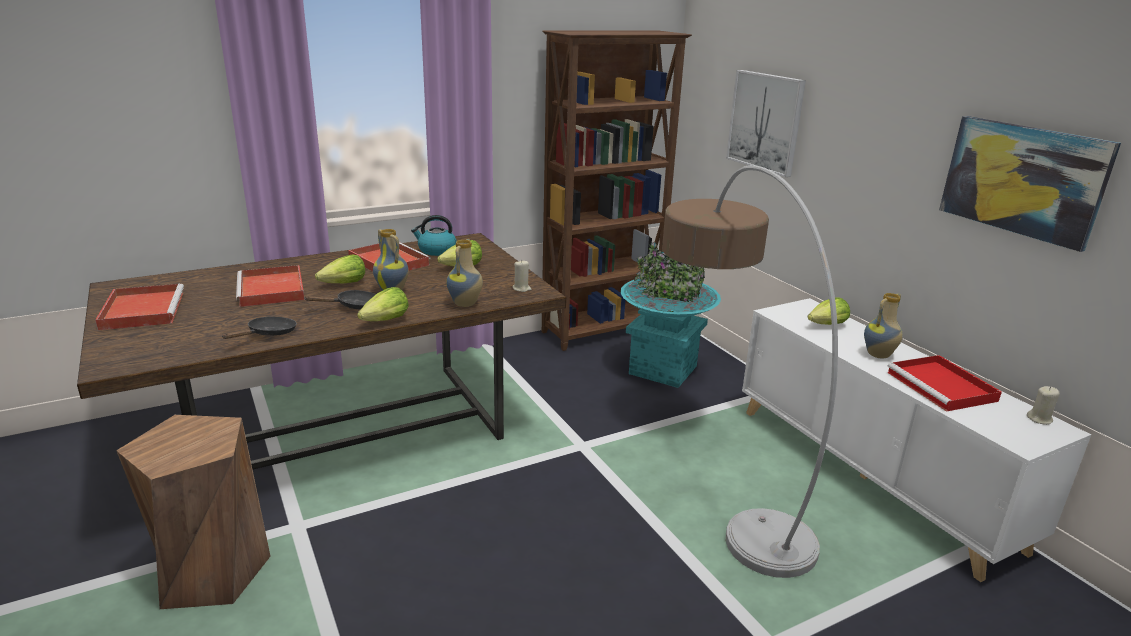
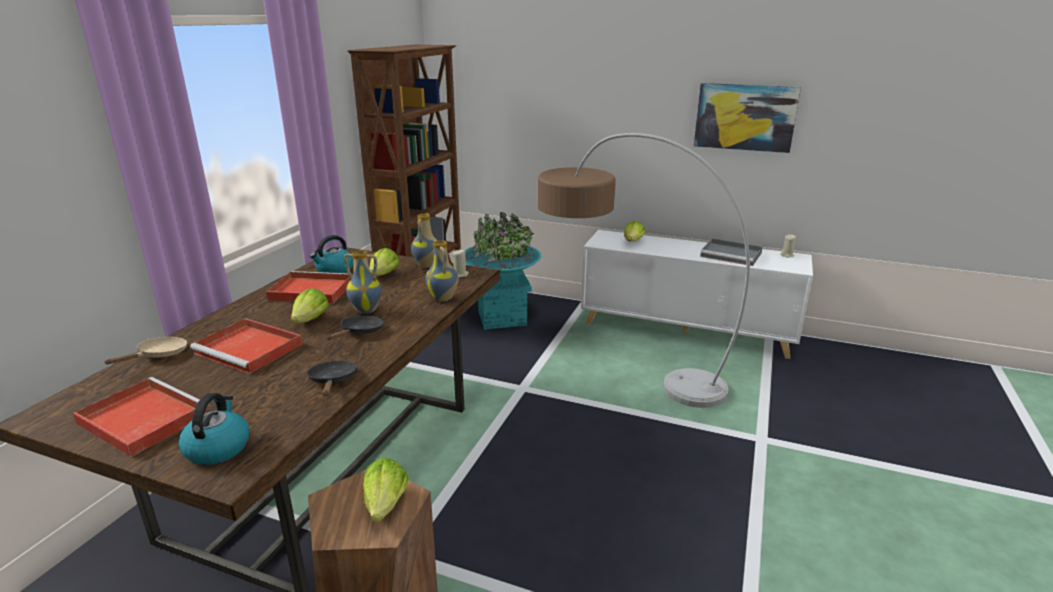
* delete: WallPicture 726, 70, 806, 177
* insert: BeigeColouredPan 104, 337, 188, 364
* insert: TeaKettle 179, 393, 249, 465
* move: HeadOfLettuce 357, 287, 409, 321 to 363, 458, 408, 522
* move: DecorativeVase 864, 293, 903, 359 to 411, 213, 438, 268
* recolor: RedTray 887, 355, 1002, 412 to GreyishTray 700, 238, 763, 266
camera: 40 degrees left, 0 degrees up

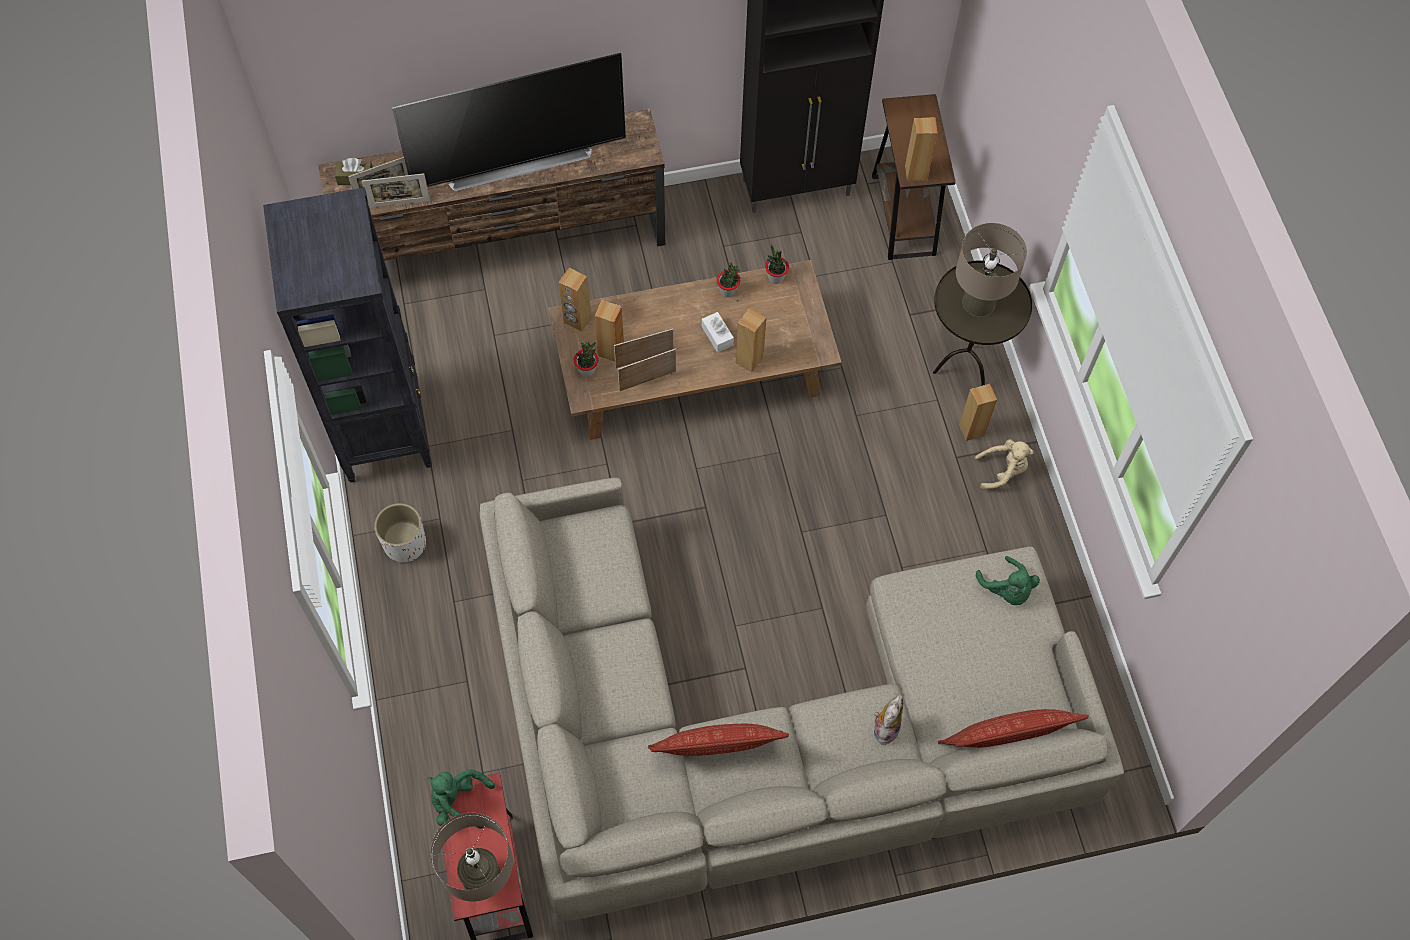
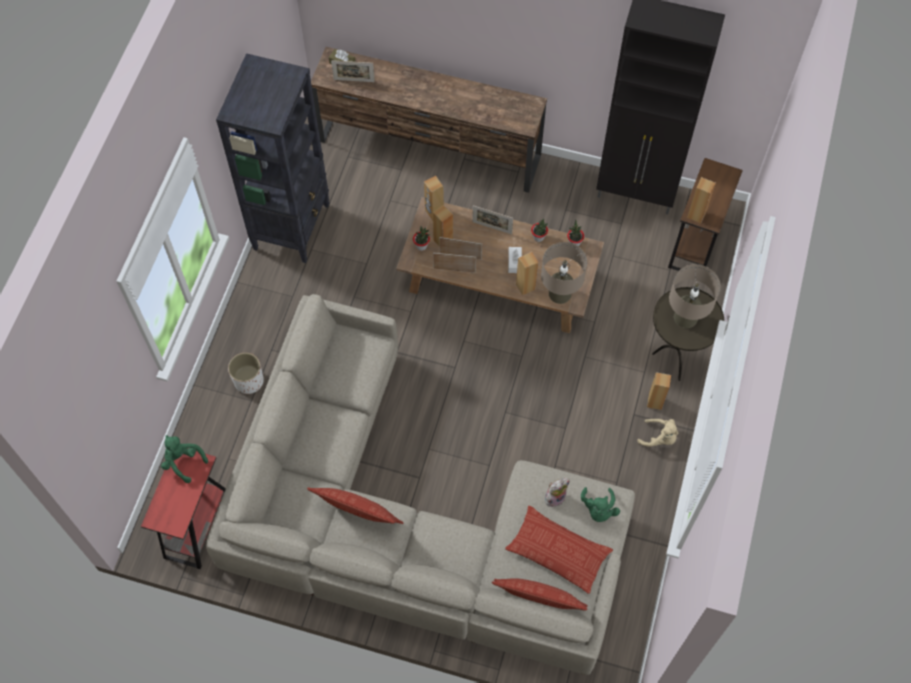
* delete: Television 392, 53, 626, 191
* insert: ThrowPillow 505, 506, 613, 594
* move: PictureFrame 362, 173, 430, 208 to 472, 206, 513, 234
* move: WhiteColouredFlowerPot 374, 503, 426, 563 to 228, 353, 264, 394
* move: BeigeColouredLampForATable 430, 813, 513, 902 to 541, 242, 587, 304
* move: SoftToy 874, 695, 903, 745 to 545, 478, 570, 507
camera: 30 degrees right, 0 degrees up

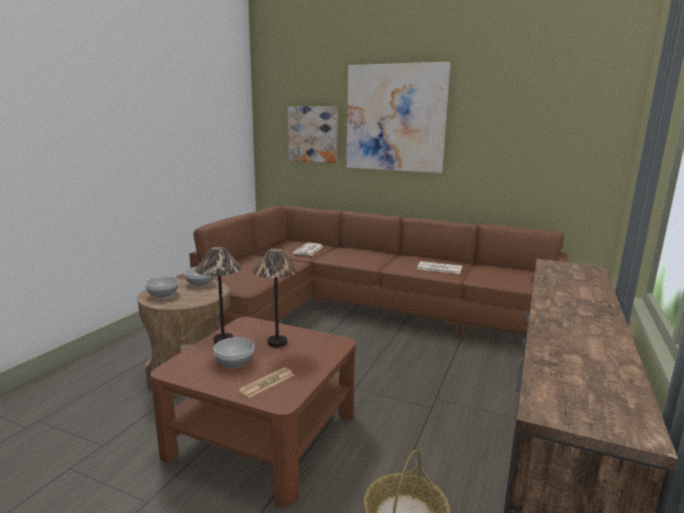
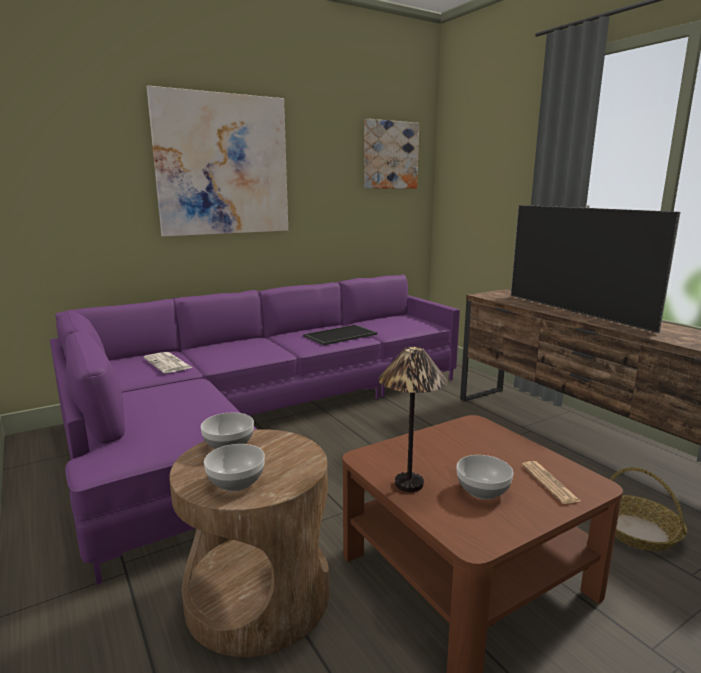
* delete: LampForATable 252, 248, 299, 347
* insert: Television 511, 205, 680, 333
* move: WallPicture 288, 106, 338, 163 to 364, 119, 419, 189
* replace: PrintedPaper 417, 261, 462, 274 to Tray 303, 325, 377, 345
* recolor: BrownColouredCouch 175, 206, 568, 336 to PurplishCouch 50, 274, 460, 585
camera: 55 degrees left, 0 degrees up

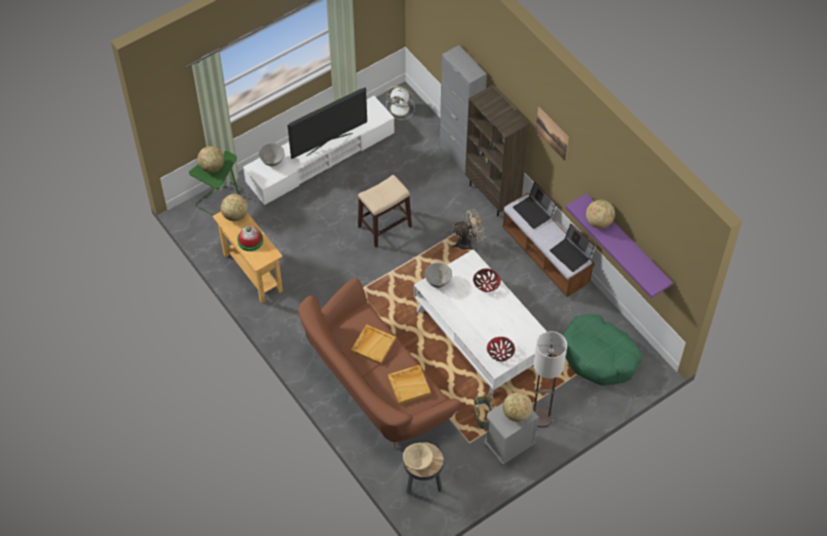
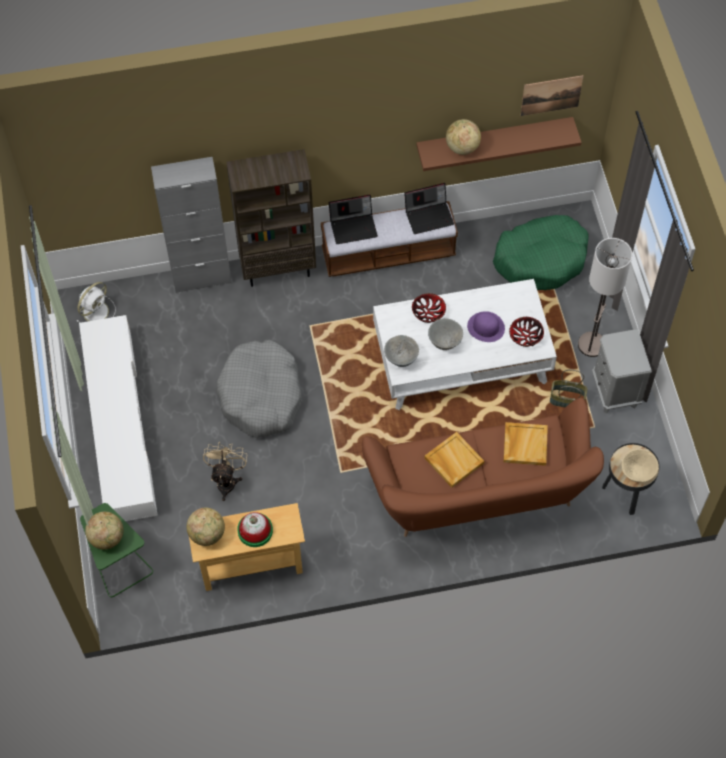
* delete: Television 287, 87, 367, 159
* delete: DeskGlobe 503, 392, 533, 422
* insert: PurplishHat 467, 311, 505, 342
* move: GreyishDeepDish 259, 143, 284, 166 to 428, 318, 463, 350
* move: BeigeColouredCoolingFan 452, 209, 485, 250 to 203, 443, 247, 501
* move: WallPicture 536, 107, 569, 161 to 521, 75, 583, 116
* replace: Stool 358, 175, 412, 247 to GreyishDogCushion 216, 340, 302, 438
* recolor: PurplishWallShelf 566, 193, 673, 298 to BrownColouredWallShelf 416, 117, 582, 171
camera: 65 degrees left, 5 degrees up

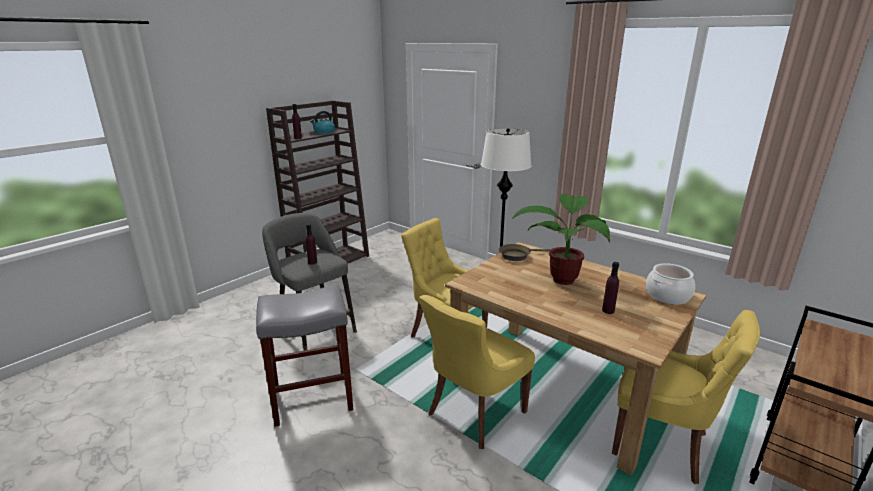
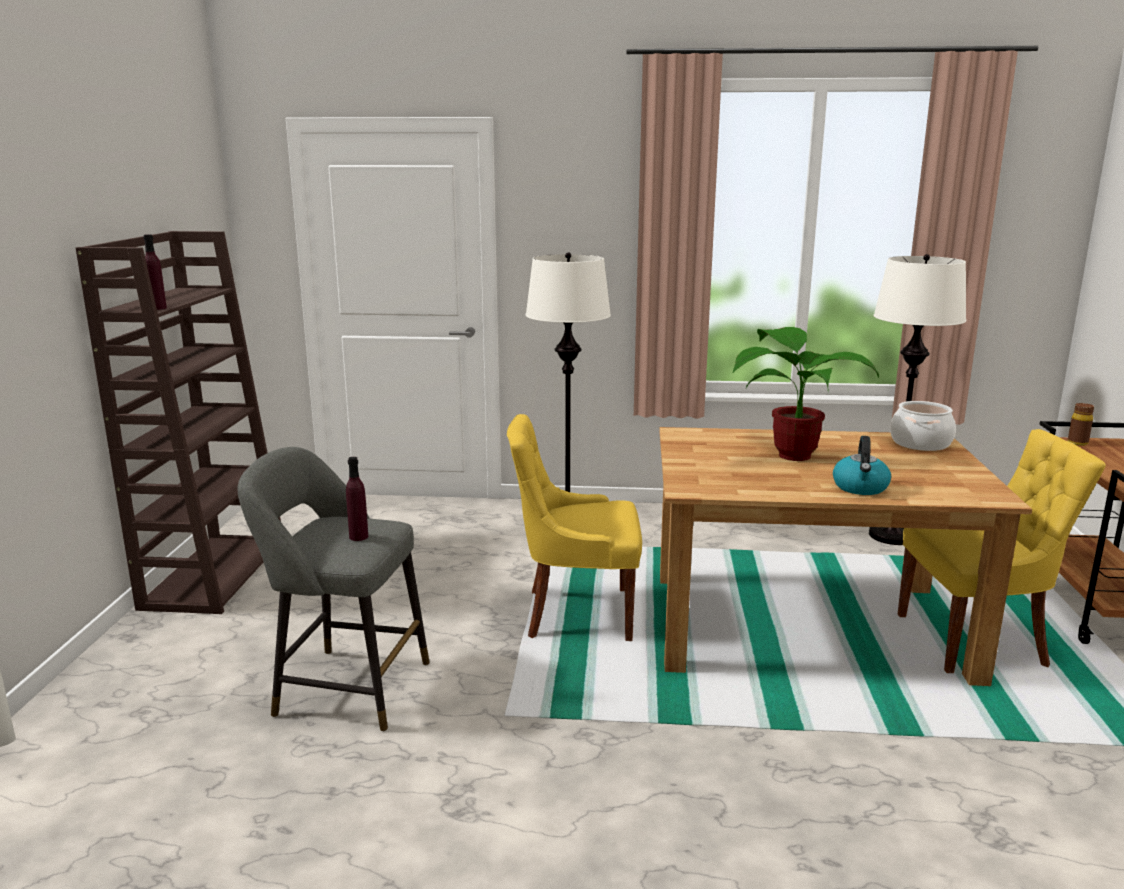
* delete: GreyishStool 256, 285, 353, 427
* delete: YellowColouredChair 419, 295, 535, 449
* delete: BrownColouredPan 499, 244, 551, 261
* delete: PurplishBottle 602, 262, 619, 314
* insert: WhiteColouredFloorLamp 869, 254, 966, 545
* insert: BrownColouredBottle 1068, 403, 1094, 446
* move: TeaKettle 310, 111, 335, 134 to 833, 436, 891, 495
camera: 35 degrees left, 5 degrees down

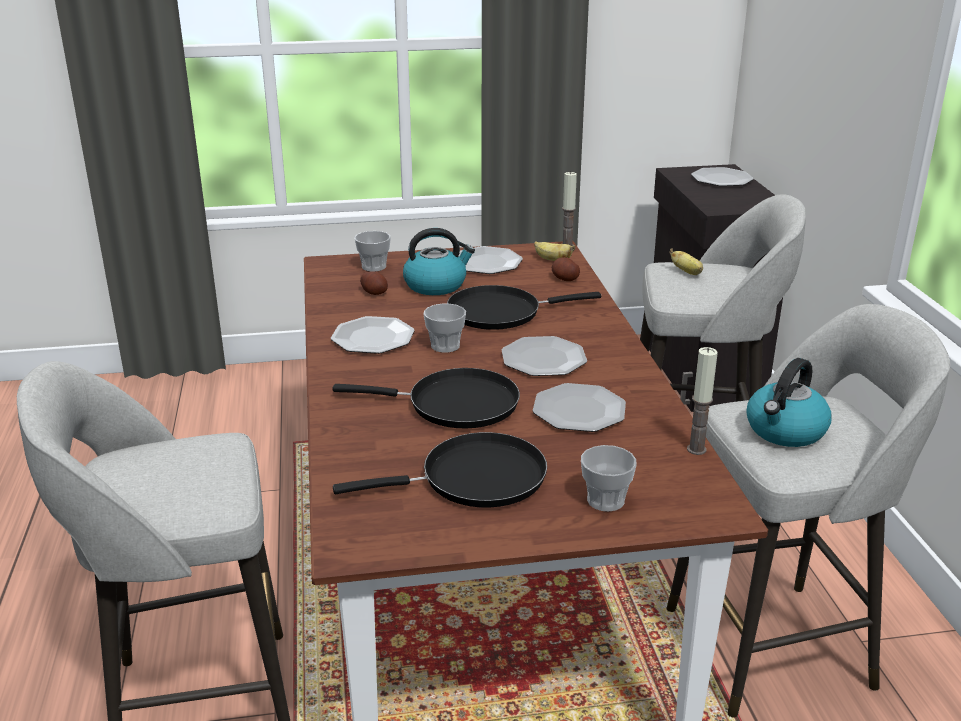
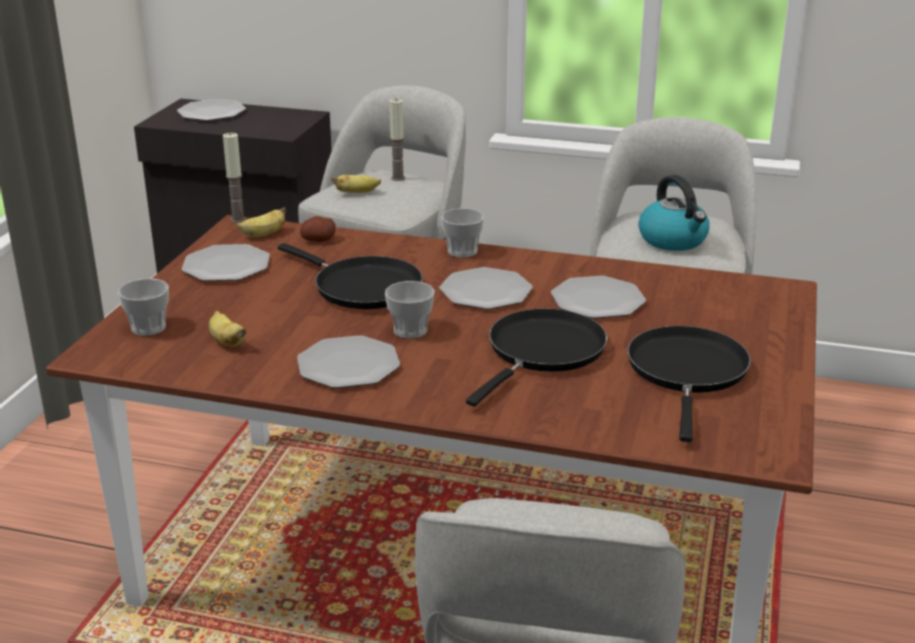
* delete: TeaKettle 403, 228, 475, 295
* move: SmallCup 581, 445, 636, 511 to 441, 208, 485, 258
* move: WaxCandle 687, 347, 718, 455 to 390, 99, 405, 181
* replace: Spud 360, 271, 388, 295 to Banana 209, 311, 247, 347
* rotate: BlackColouredPan 447, 285, 601, 330 = 278, 243, 423, 309 60 degrees counterclockwise
camera: 65 degrees left, 0 degrees up

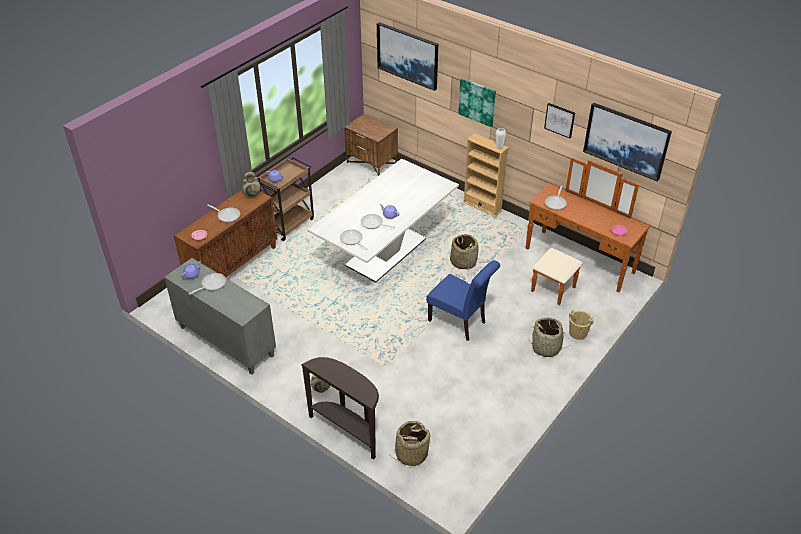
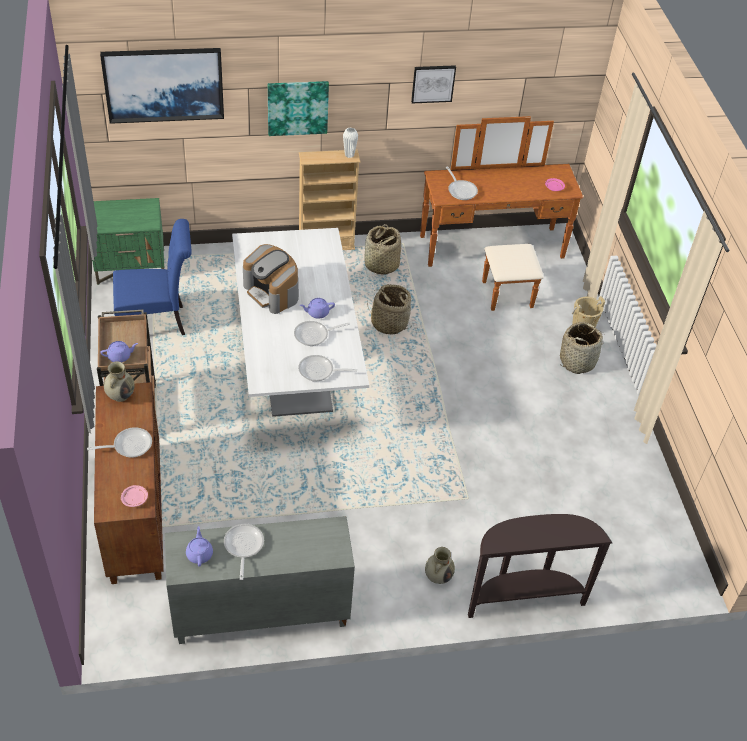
* delete: WallPicture 583, 103, 672, 181
* insert: CoffeeMachine 243, 244, 299, 314
* move: StorageBasket 389, 421, 430, 466 to 364, 224, 401, 275
* move: BlueChair 426, 260, 500, 341 to 113, 219, 192, 335
* recolor: BrownColouredBedsideTable 344, 114, 398, 176 to GreenBedsideTable 92, 198, 164, 285
camera: 50 degrees left, 5 degrees up

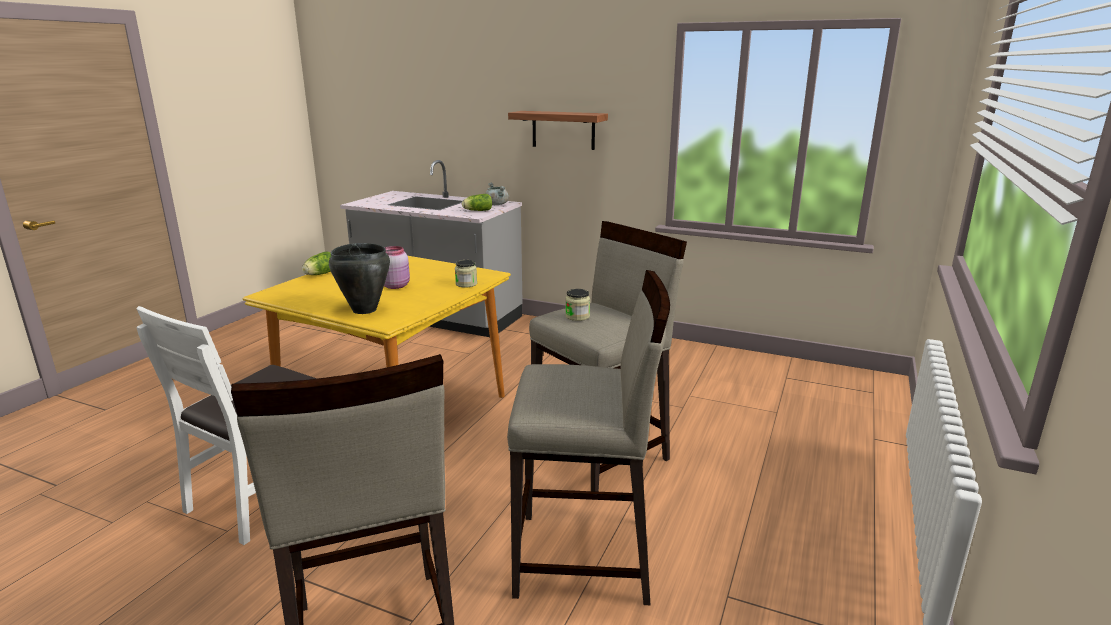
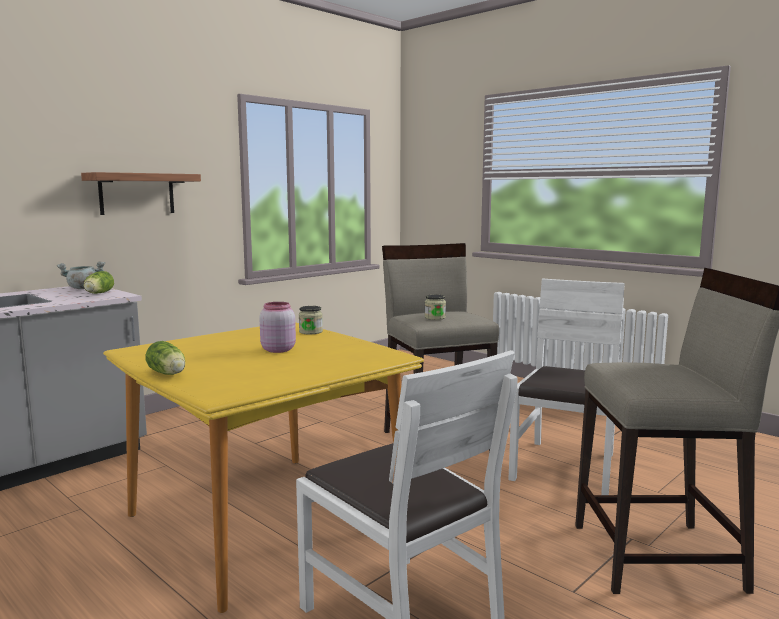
* delete: BlackColouredStockpot 329, 243, 390, 314
* replace: BeigeColouredStool 507, 270, 670, 605 to WhiteColouredChair 508, 278, 625, 495
camera: 70 degrees left, 10 degrees down

